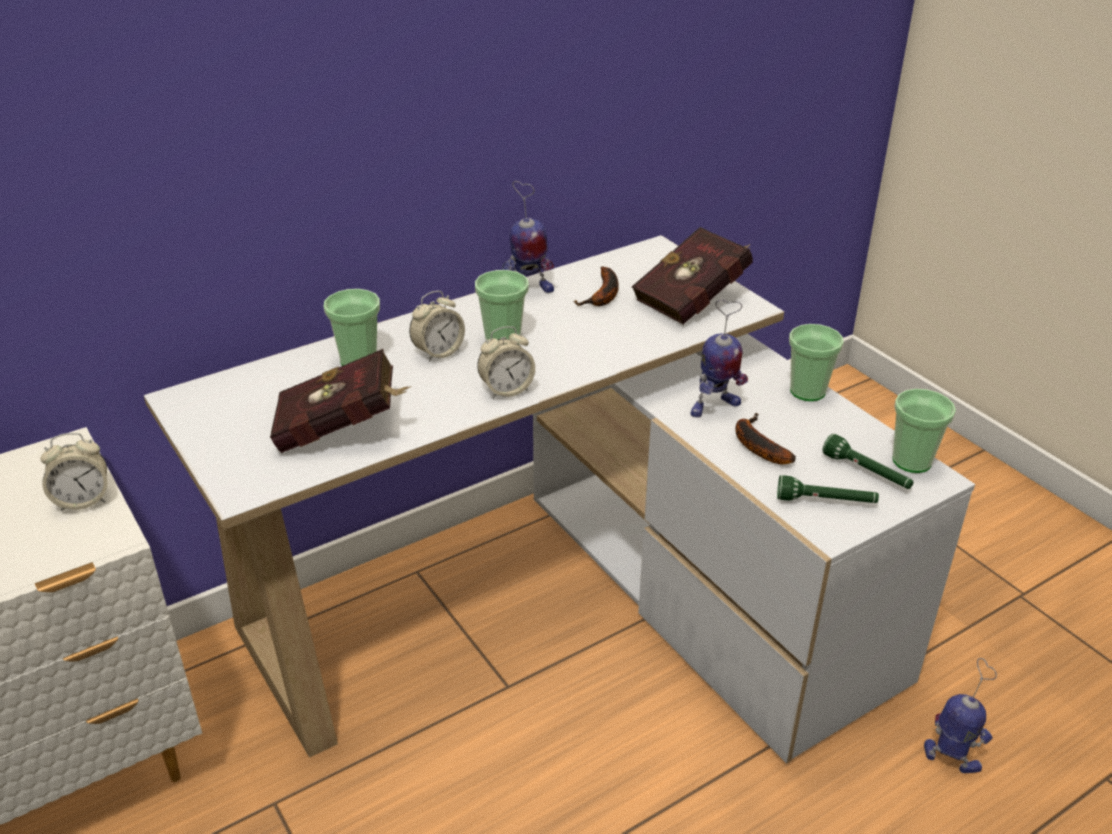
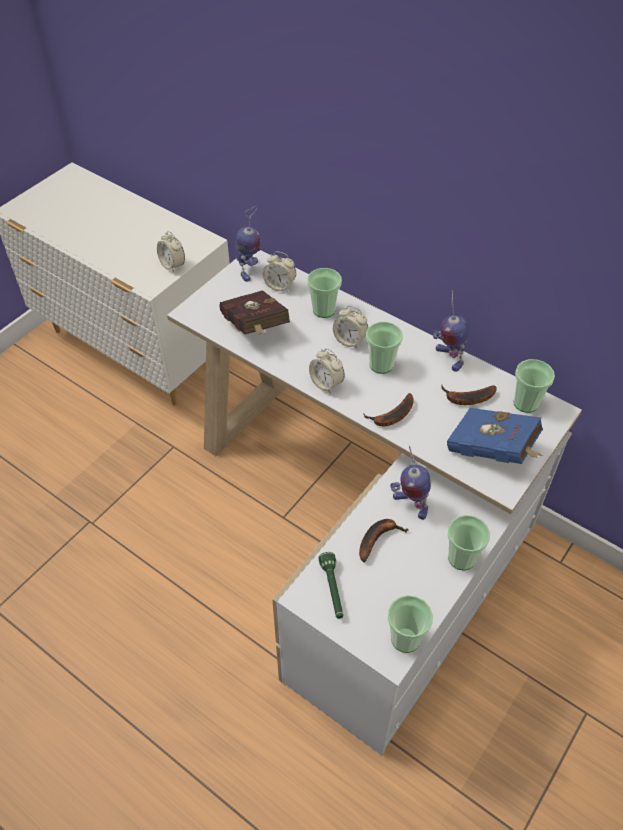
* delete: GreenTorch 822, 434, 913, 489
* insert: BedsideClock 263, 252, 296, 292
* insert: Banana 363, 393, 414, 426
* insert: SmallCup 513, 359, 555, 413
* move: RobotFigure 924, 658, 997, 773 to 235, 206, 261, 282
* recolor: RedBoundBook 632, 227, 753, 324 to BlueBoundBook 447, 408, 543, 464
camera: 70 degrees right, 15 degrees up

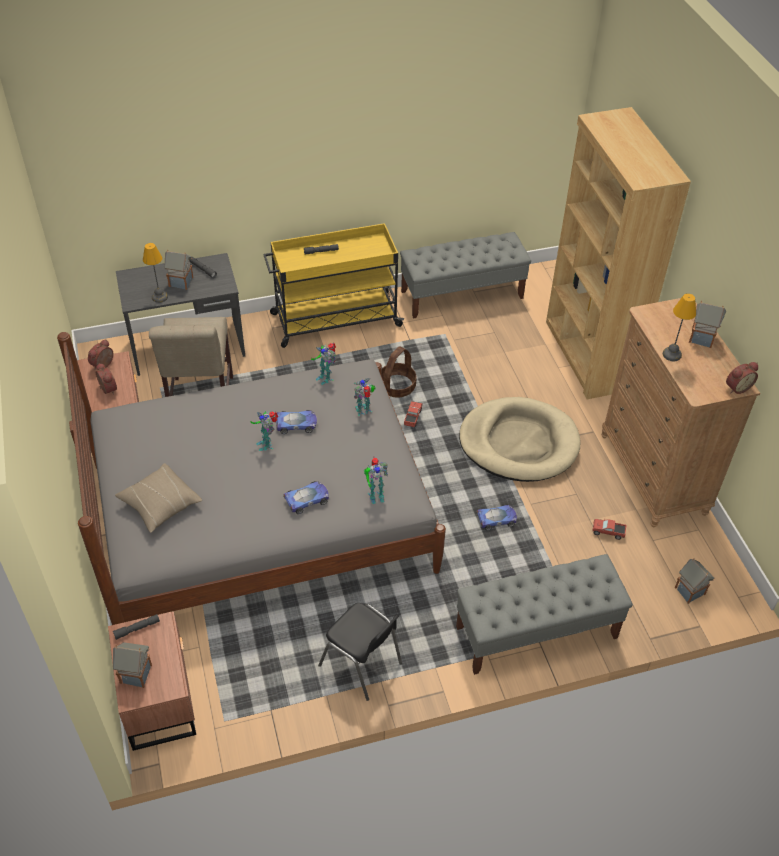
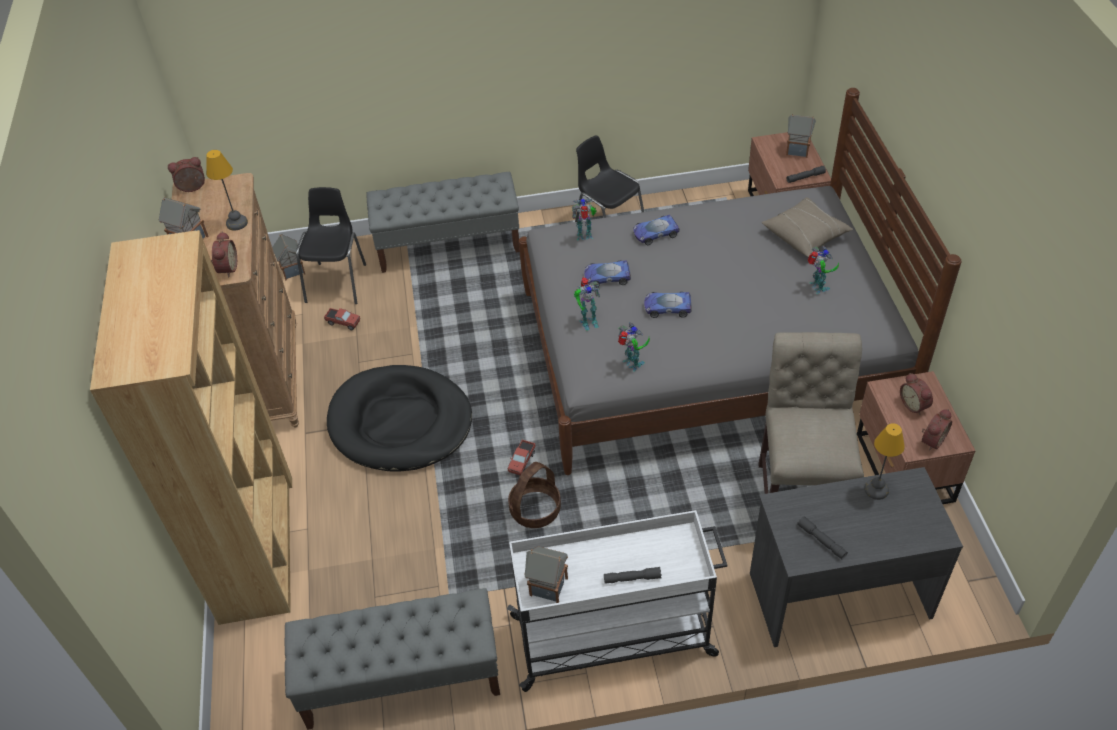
* insert: BedsideClock 211, 231, 237, 277
* insert: BlackColouredChair 296, 187, 366, 304
* move: ModelHouse 164, 250, 193, 290 to 524, 546, 568, 603
* move: RobotFigure 251, 411, 278, 451 to 808, 245, 839, 294
* move: ModelCar 476, 504, 517, 530 to 584, 260, 631, 286
* recolor: YellowColouredWheeledCart 263, 223, 405, 348 to WhiteColouredWheeledCart 507, 510, 727, 692
* recolor: BeigeColouredDogCushion 459, 397, 580, 482 to BlackColouredDogCushion 327, 365, 472, 472
camera: 170 degrees left, 0 degrees up

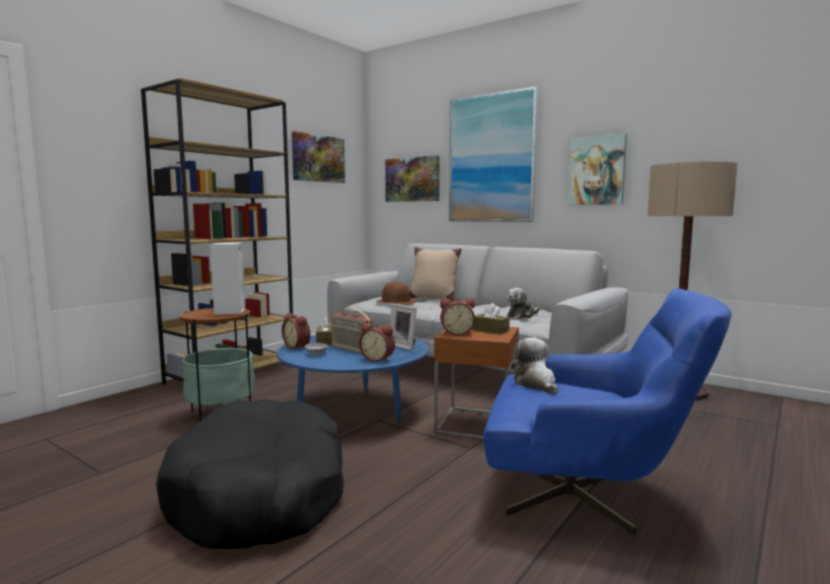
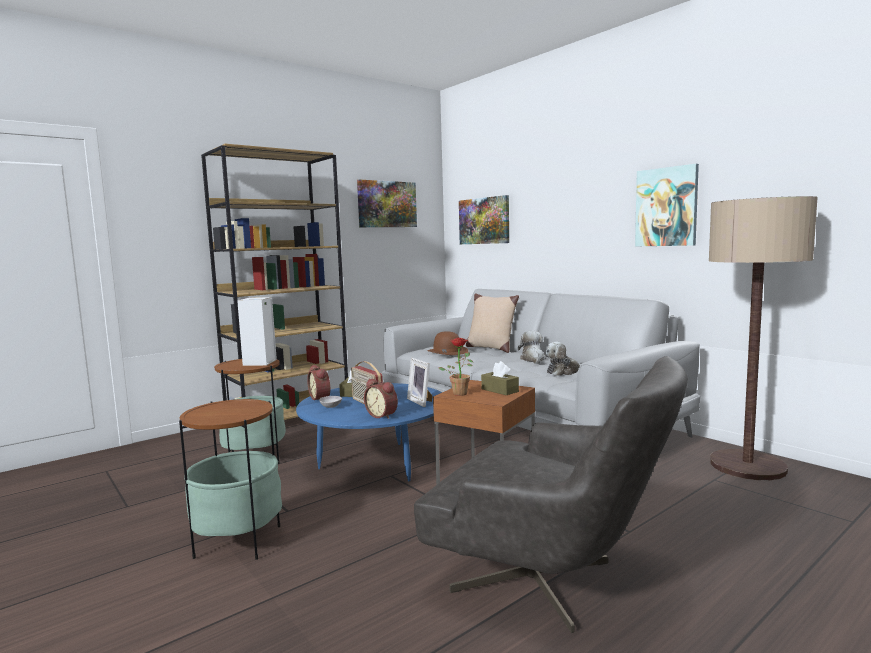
* delete: WallPicture 449, 87, 538, 222
* move: SoftToy 511, 338, 558, 394 to 518, 331, 546, 364
* replace: BlackColouredDogCushion 156, 399, 344, 549 to AccentTable 179, 399, 282, 560
* replace: BedsideClock 440, 298, 475, 336 to Houseplant 439, 338, 473, 396
* recolor: BlueLoungeChair 483, 288, 732, 535 to GreyishLoungeChair 414, 356, 688, 633
camera: 15 degrees right, 0 degrees up

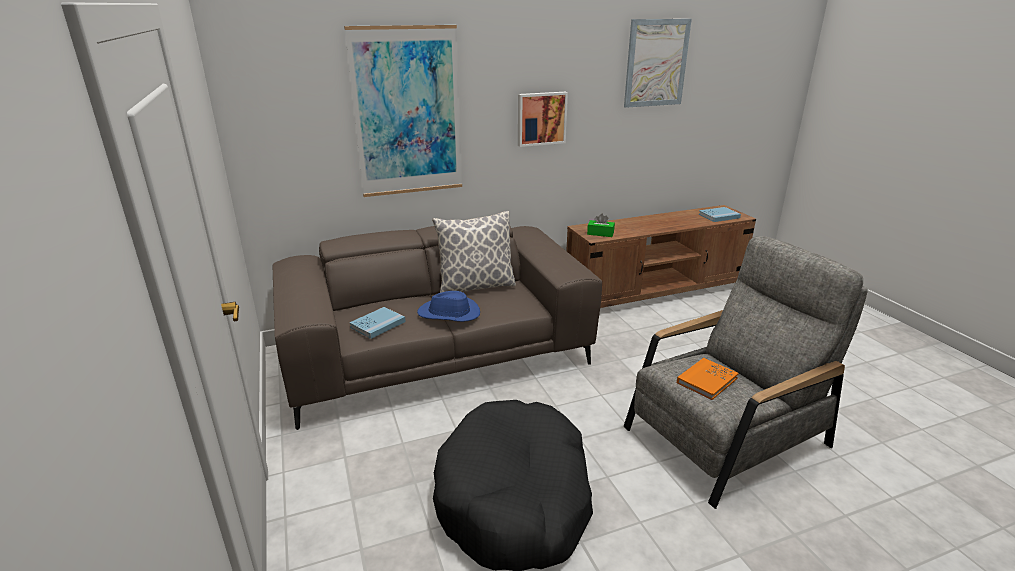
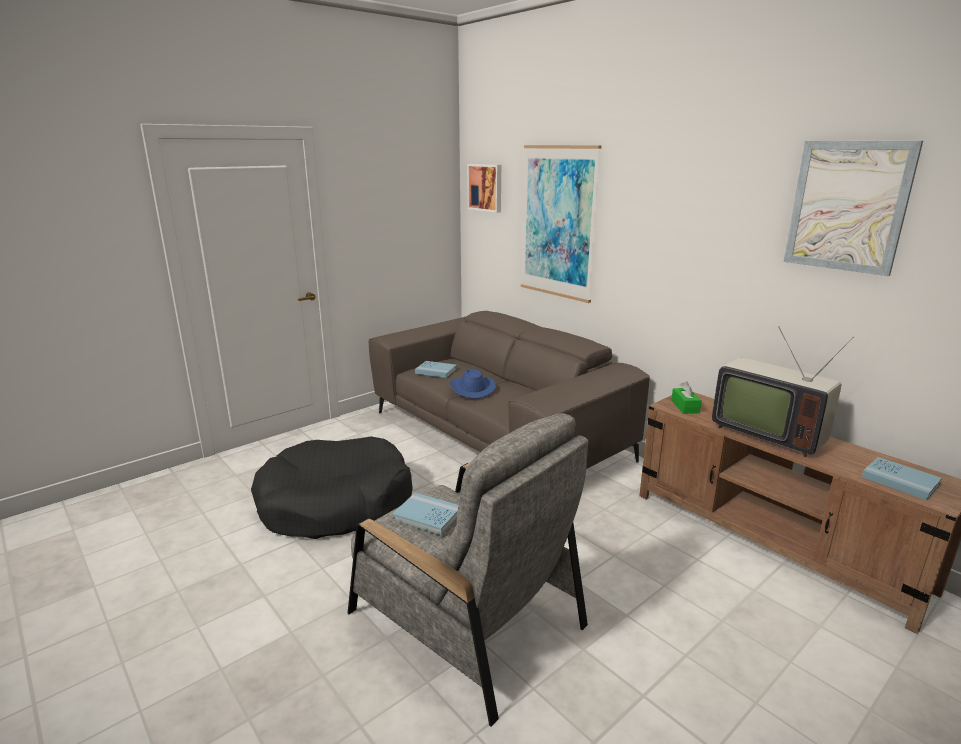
* delete: ThrowPillow 432, 211, 516, 293
* insert: Television 712, 326, 854, 457
* move: WallPicture 518, 92, 568, 147 to 467, 164, 501, 213
* recolor: OrangeyBoundBook 677, 358, 739, 400 to BlueBoundBook 392, 493, 458, 535
camera: 70 degrees right, 5 degrees down

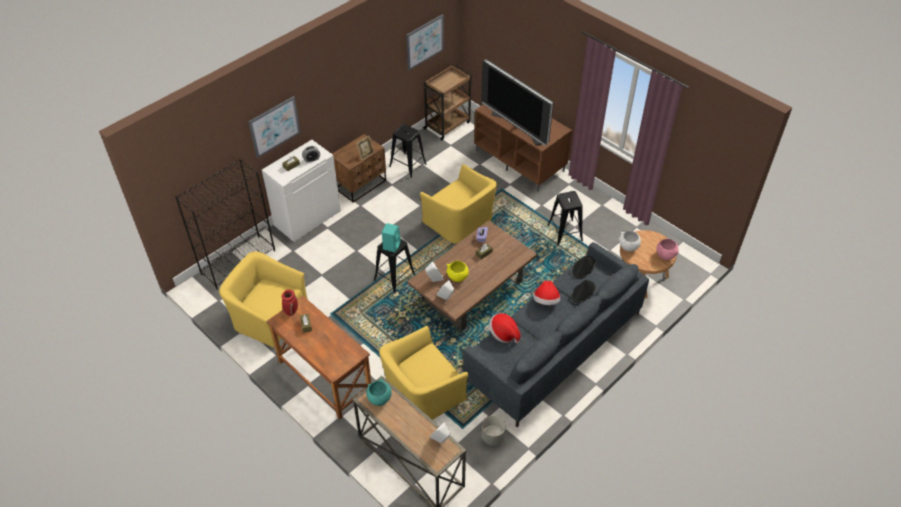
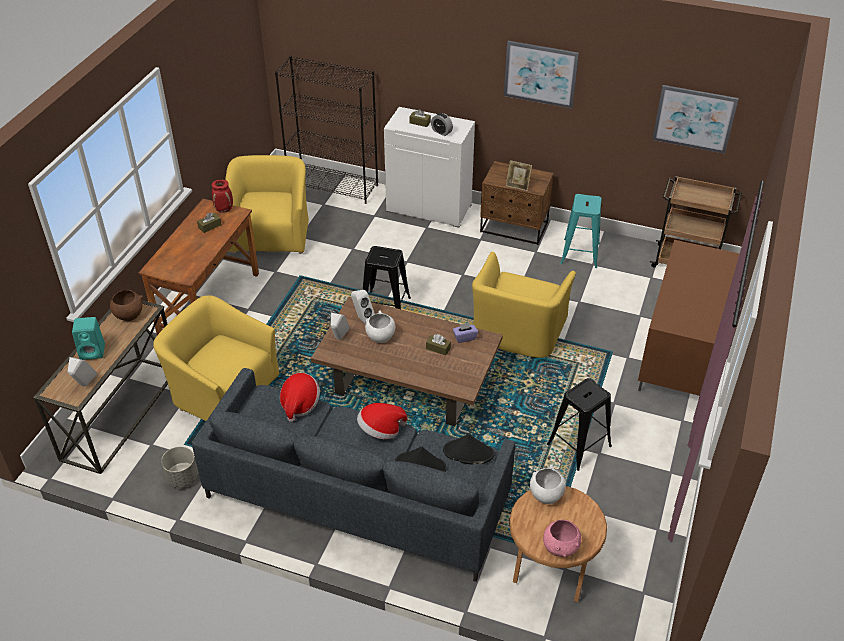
* delete: Television 481, 59, 554, 146
* move: WallPicture 249, 96, 301, 158 to 504, 41, 579, 109
* move: BlueGreenSpeaker 382, 223, 401, 252 to 72, 317, 105, 360
* recolor: BlueGreenDeepDish 366, 378, 392, 406 to BrownColouredDeepDish 110, 290, 143, 321
* recolor: BlackColouredStool 389, 124, 427, 178 to BlueGreenStool 561, 194, 602, 268
* recolor: YellowColouredDeepDish 446, 261, 469, 282 to WhiteColouredDeepDish 365, 310, 395, 343
camera: 65 degrees right, 5 degrees down

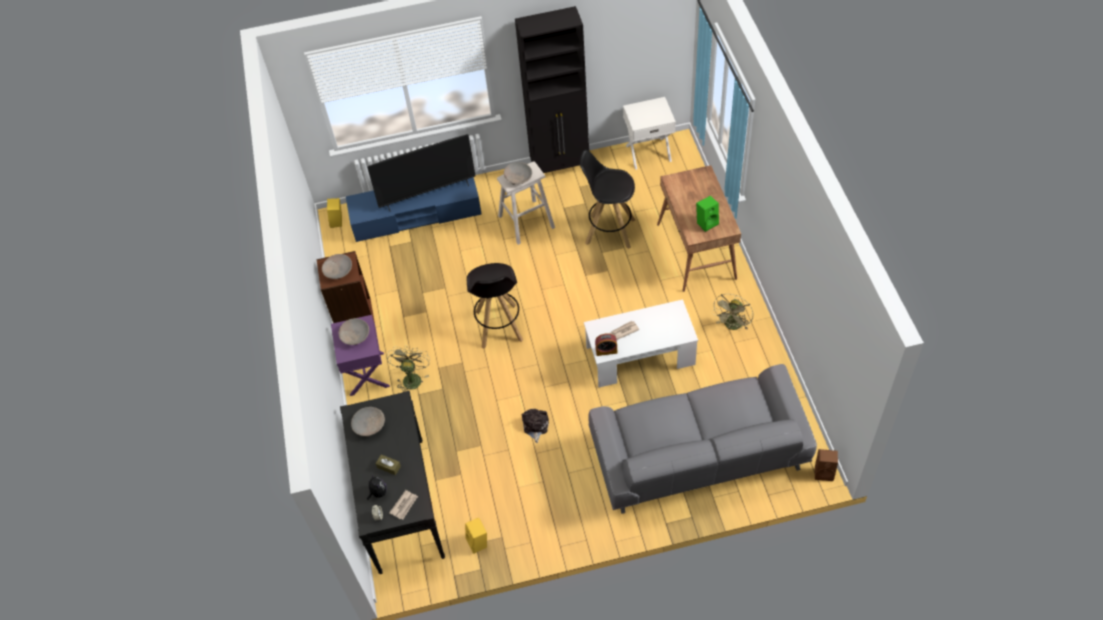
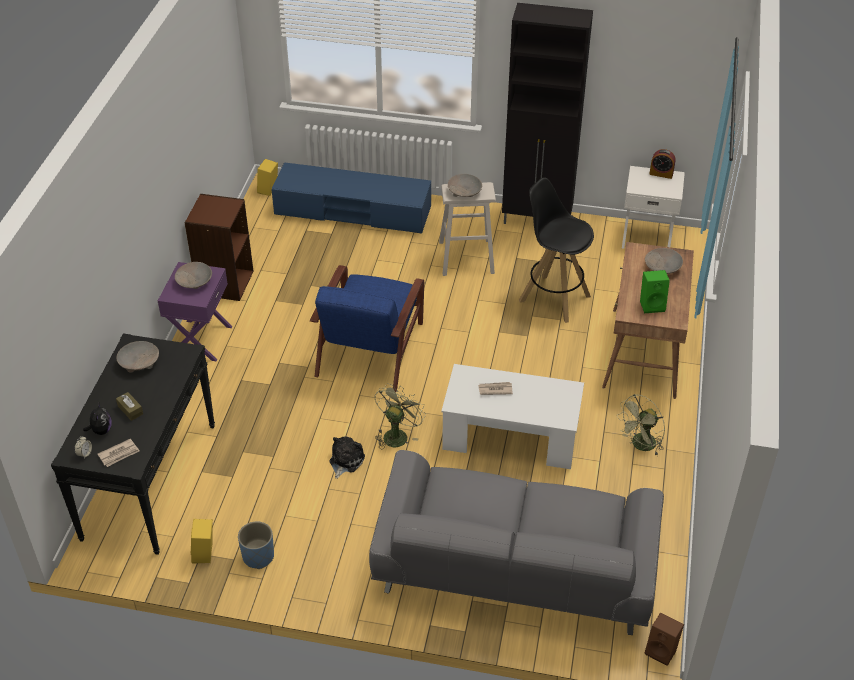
* delete: Television 367, 134, 476, 212
* insert: BlueFlowerPot 238, 521, 274, 569
* move: BeigeColouredDeepDish 322, 254, 352, 279 to 645, 248, 683, 274
* move: GreenCoolingFan 387, 346, 430, 392 to 375, 384, 426, 449
* move: BedsideClock 595, 333, 617, 356 to 649, 149, 676, 179
* replace: BlackColouredStool 467, 263, 523, 349 to BlueLoungeChair 310, 265, 424, 392
camera: 20 degrees right, 10 degrees down

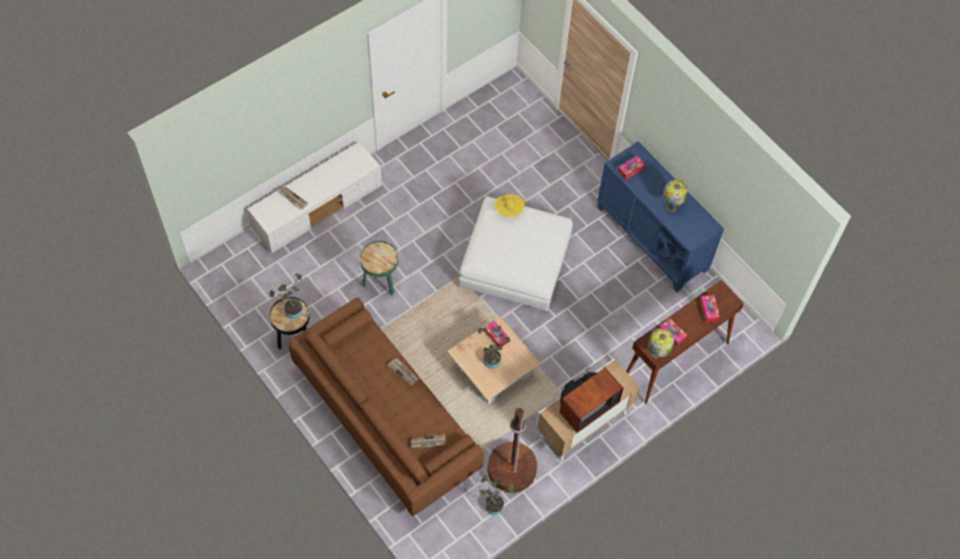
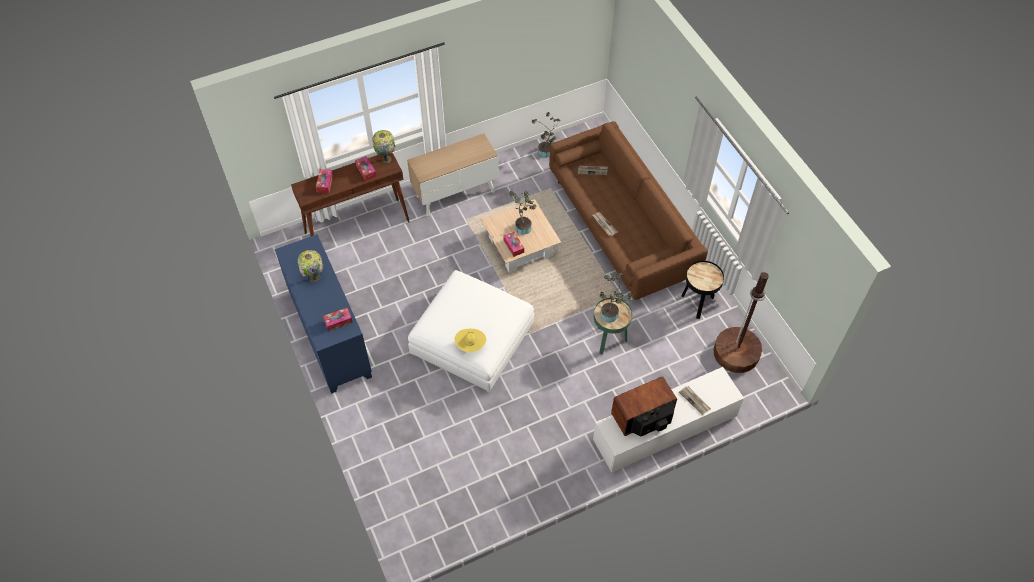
* move: Houseplant 269, 273, 303, 319 to 600, 273, 633, 322
* move: BrownColouredFloorLamp 487, 408, 537, 493 to 713, 269, 769, 373
* move: Television 559, 364, 624, 433 to 611, 376, 677, 436
camera: 165 degrees left, 5 degrees down

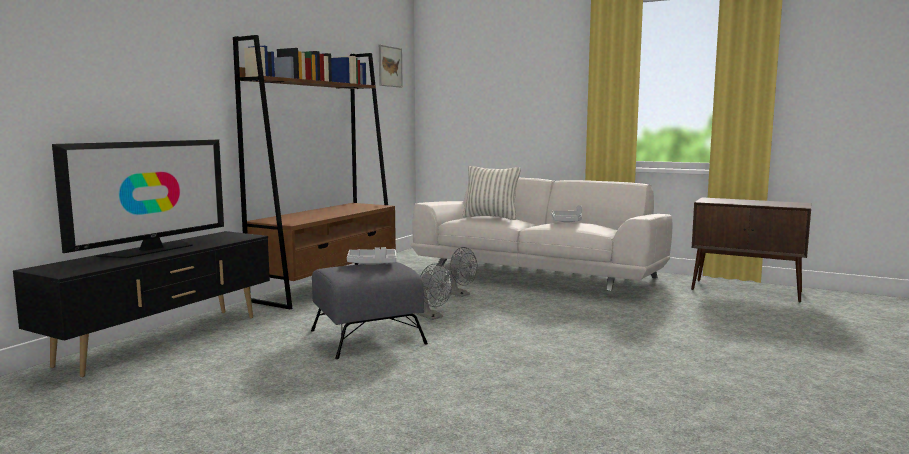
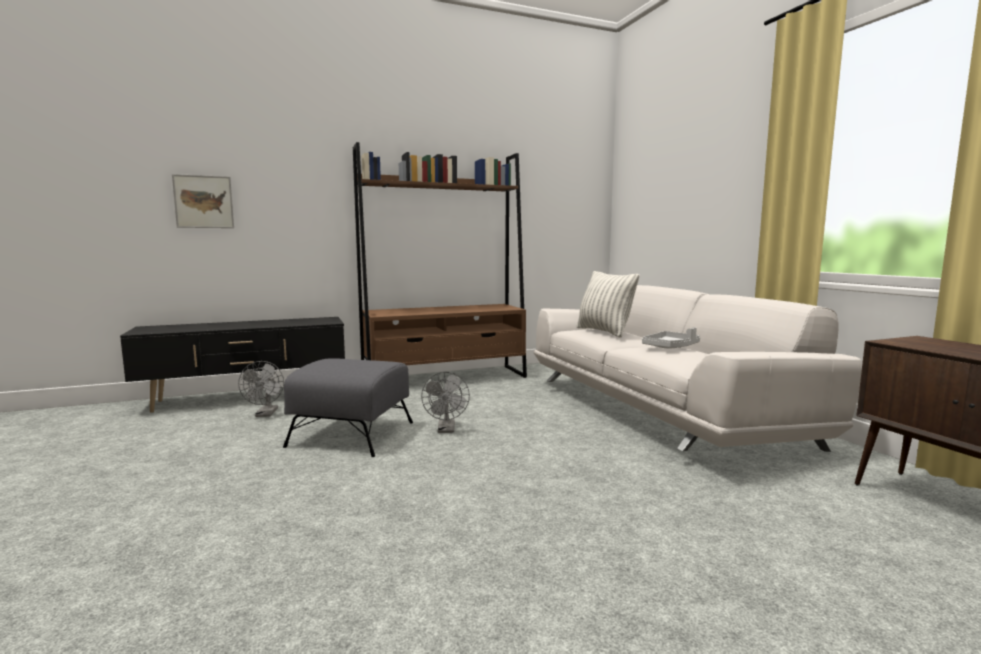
* delete: Television 52, 140, 224, 258
* delete: GreyishTray 347, 247, 396, 265
* move: WallPicture 379, 45, 403, 88 to 172, 174, 234, 228
* move: GreyishCoolingFan 445, 247, 478, 297 to 238, 361, 284, 417
camera: 40 degrees right, 0 degrees up

